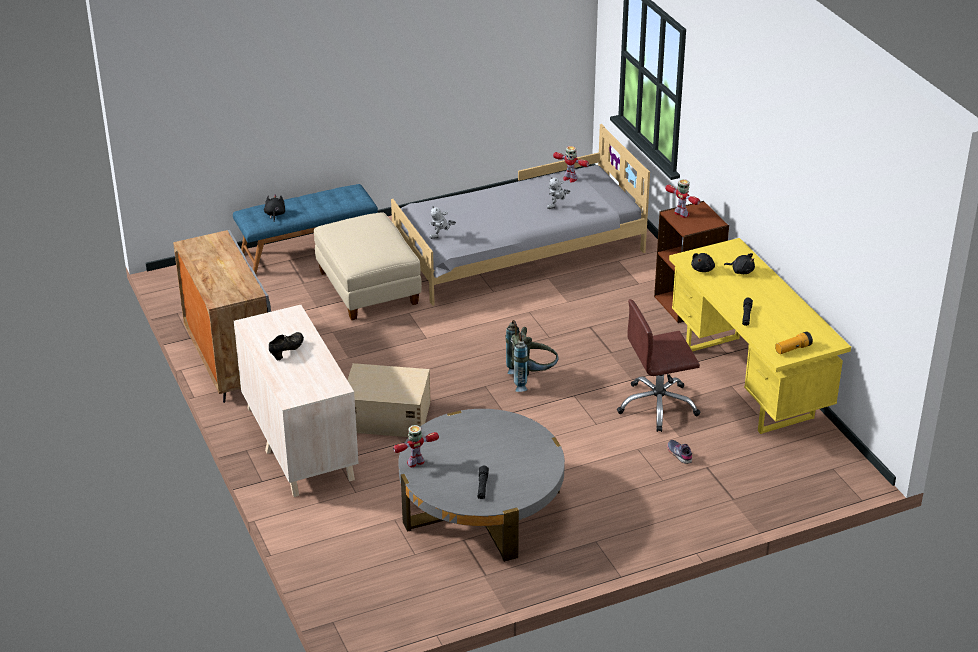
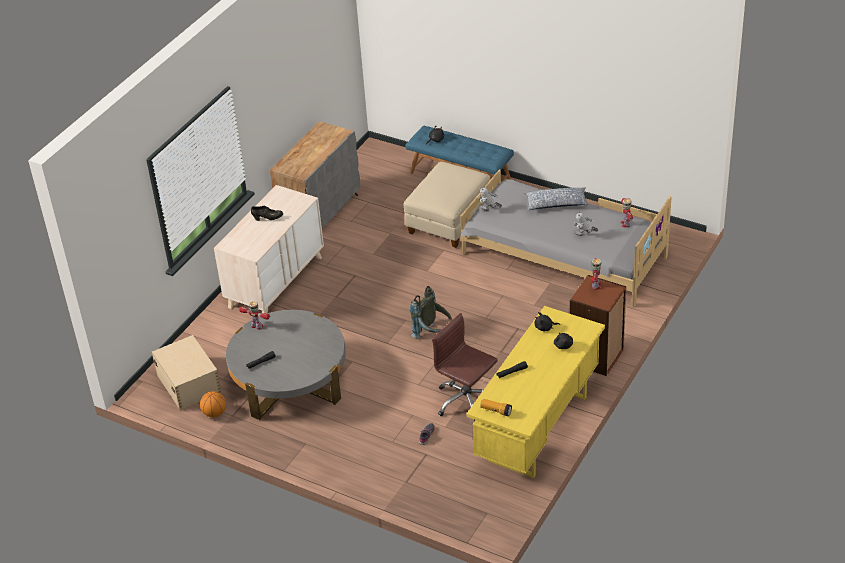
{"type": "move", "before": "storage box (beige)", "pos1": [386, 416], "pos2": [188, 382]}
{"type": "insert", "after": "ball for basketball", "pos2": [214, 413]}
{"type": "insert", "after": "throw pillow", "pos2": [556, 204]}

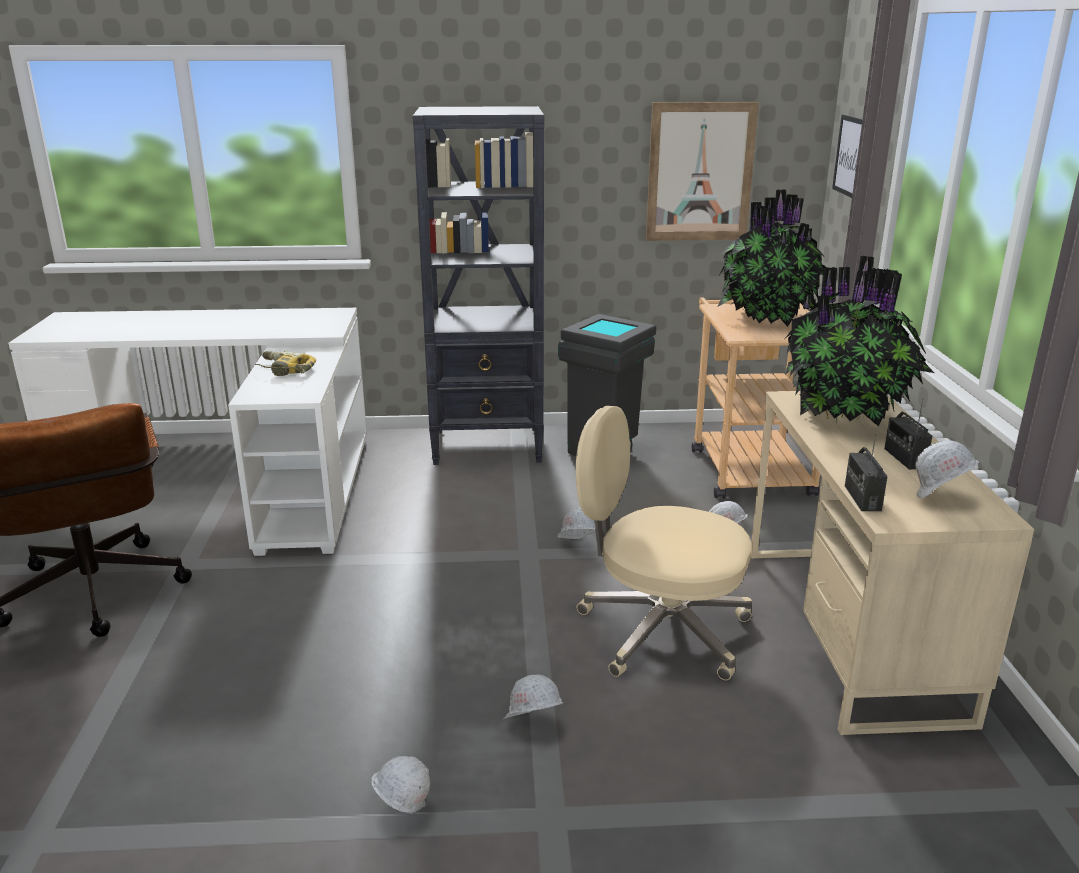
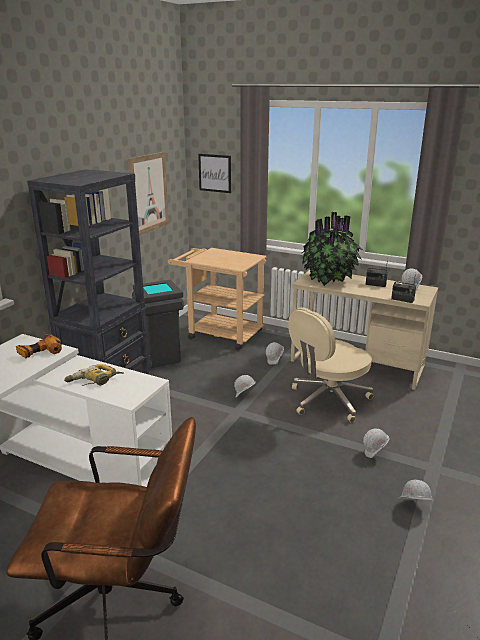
{"type": "insert", "after": "electric drill", "pos2": [39, 350]}
{"type": "delete", "before": "houseplant", "pos1": [767, 317]}

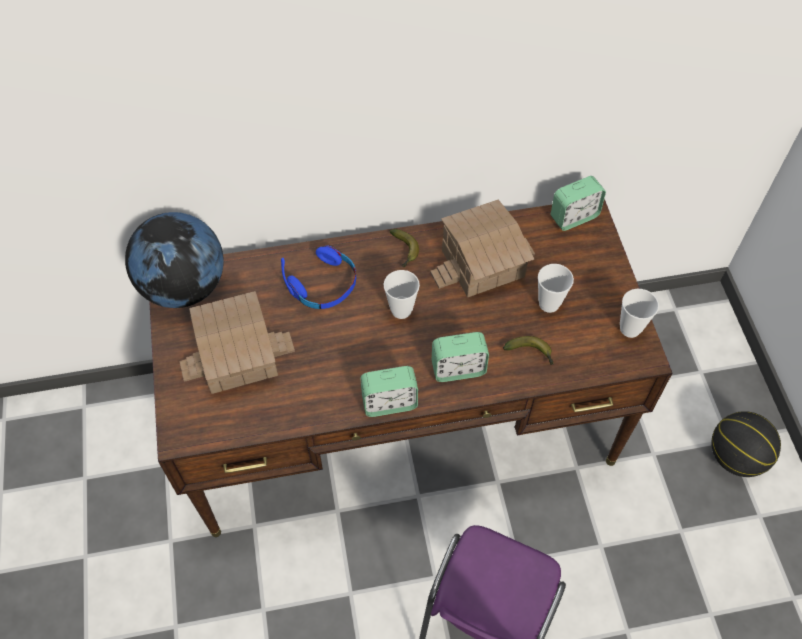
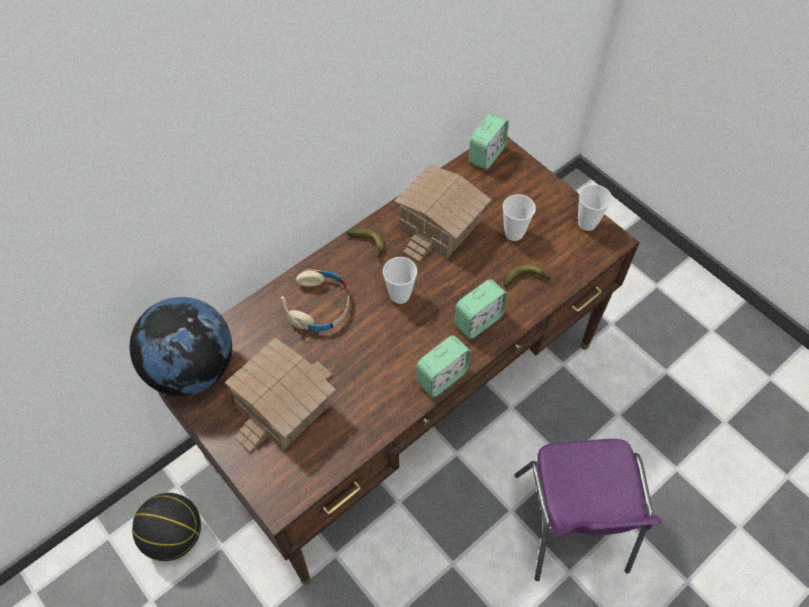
{"type": "move", "before": "ball for basketball", "pos1": [735, 457], "pos2": [174, 536]}
{"type": "recolor", "before": "pair of headphones (blue)", "after": "pair of headphones (beige)", "pos1": [324, 285], "pos2": [320, 306]}

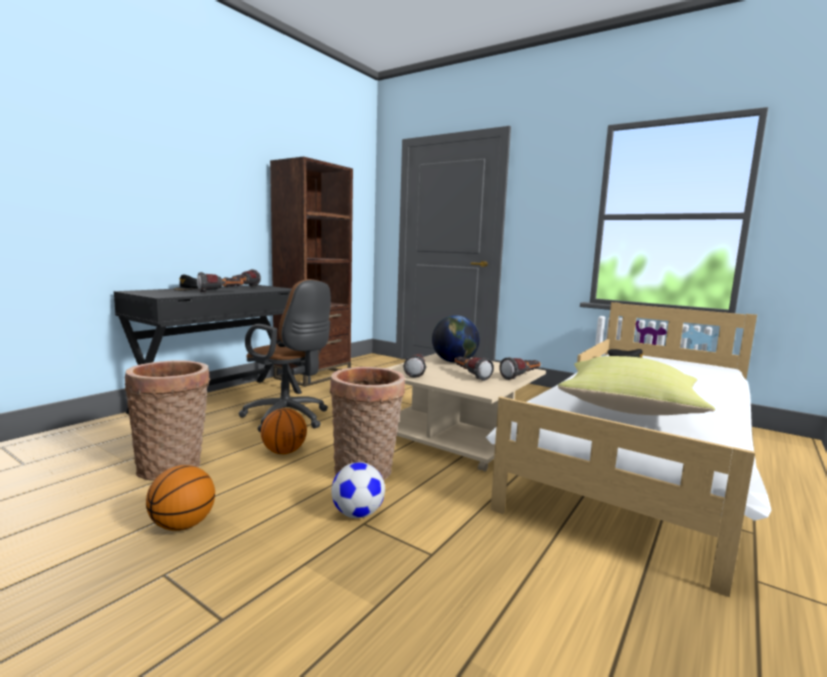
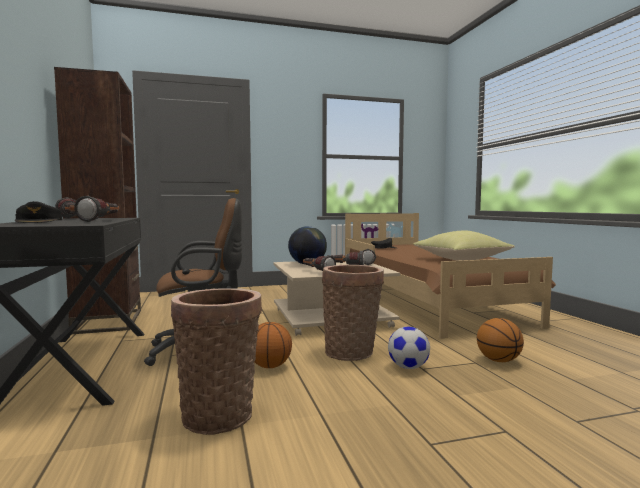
{"type": "recolor", "before": "bedroom bed (white)", "after": "bedroom bed (brown-coloured)", "pos1": [641, 463], "pos2": [426, 302]}
{"type": "move", "before": "ball for basketball", "pos1": [183, 525], "pos2": [498, 360]}

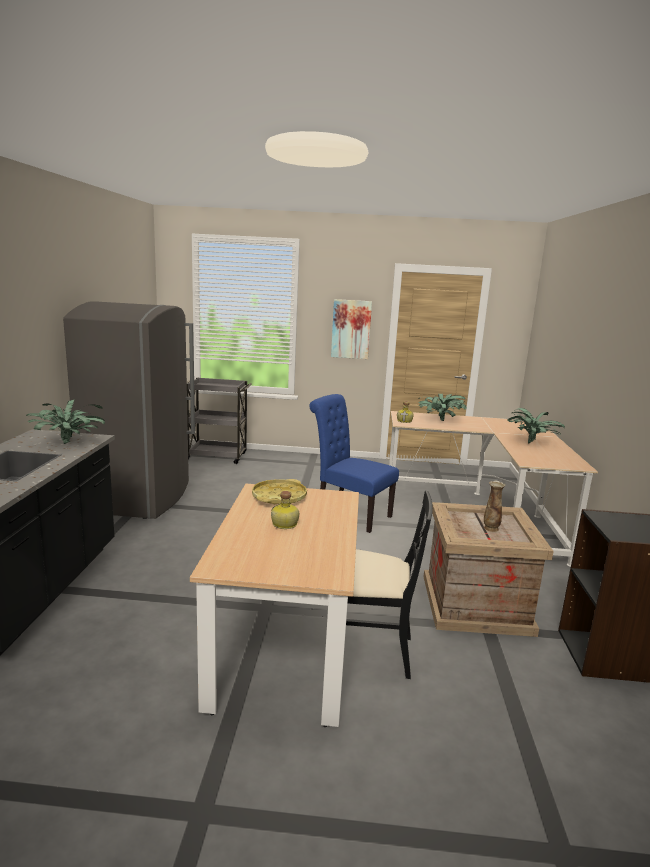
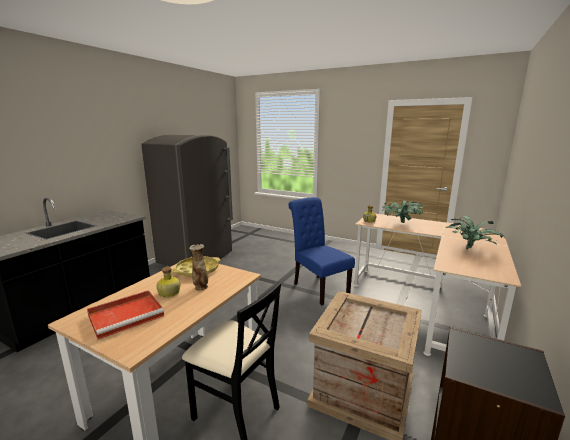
{"type": "insert", "after": "carrying tray (red-coloured)", "pos2": [127, 315]}
{"type": "move", "before": "vase", "pos1": [491, 528], "pos2": [200, 287]}
{"type": "delete", "before": "houseplant", "pos1": [69, 444]}
{"type": "delete", "before": "cart (grey)", "pos1": [217, 457]}
{"type": "delete", "before": "wall picture", "pos1": [351, 329]}

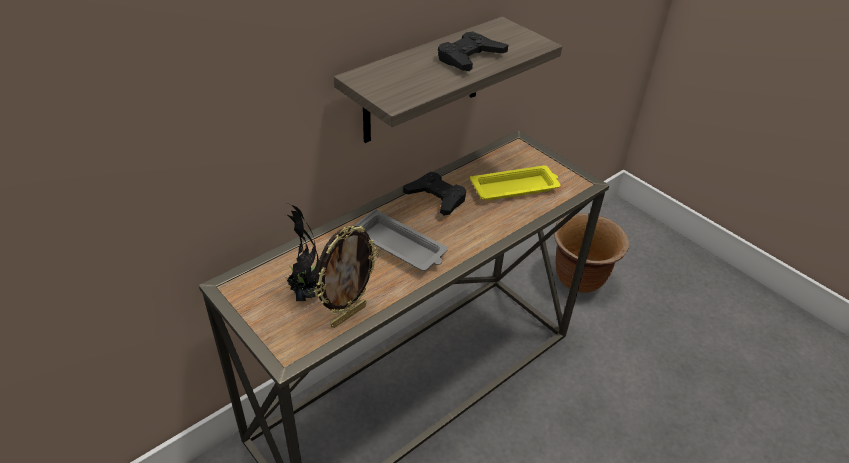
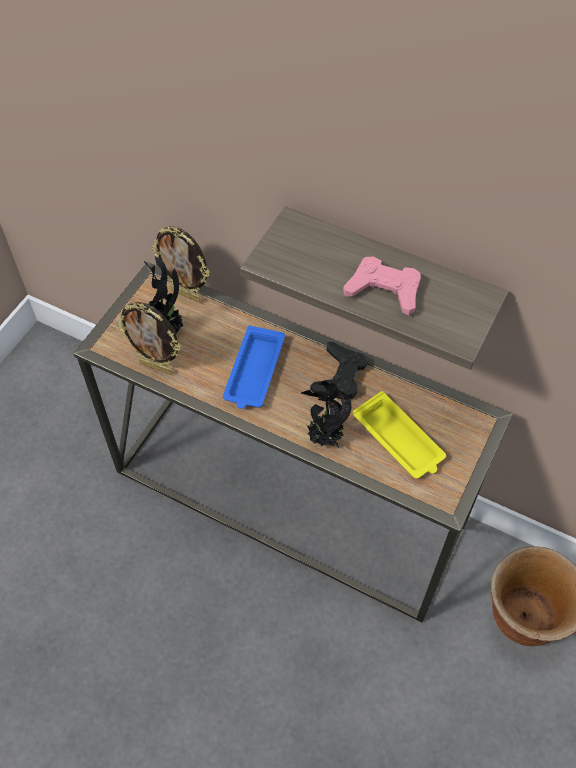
{"type": "insert", "after": "photo frame", "pos2": [186, 294]}
{"type": "recolor", "before": "carrying tray (grey)", "after": "carrying tray (blue)", "pos1": [400, 246], "pos2": [254, 372]}
{"type": "insert", "after": "houseplant", "pos2": [323, 439]}
{"type": "recolor", "before": "joypad (black-coloured)", "after": "joypad (pink-coloured)", "pos1": [469, 58], "pos2": [384, 290]}

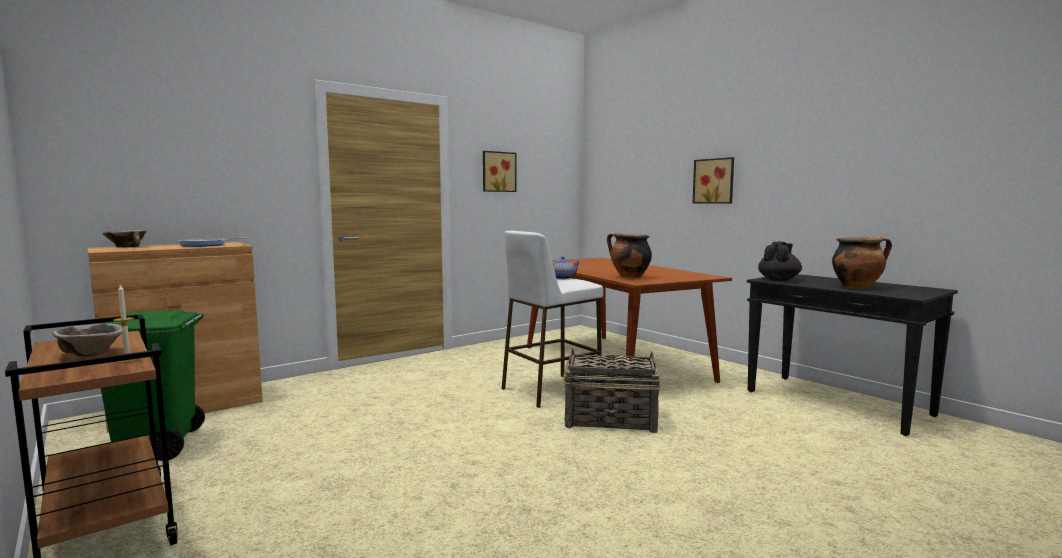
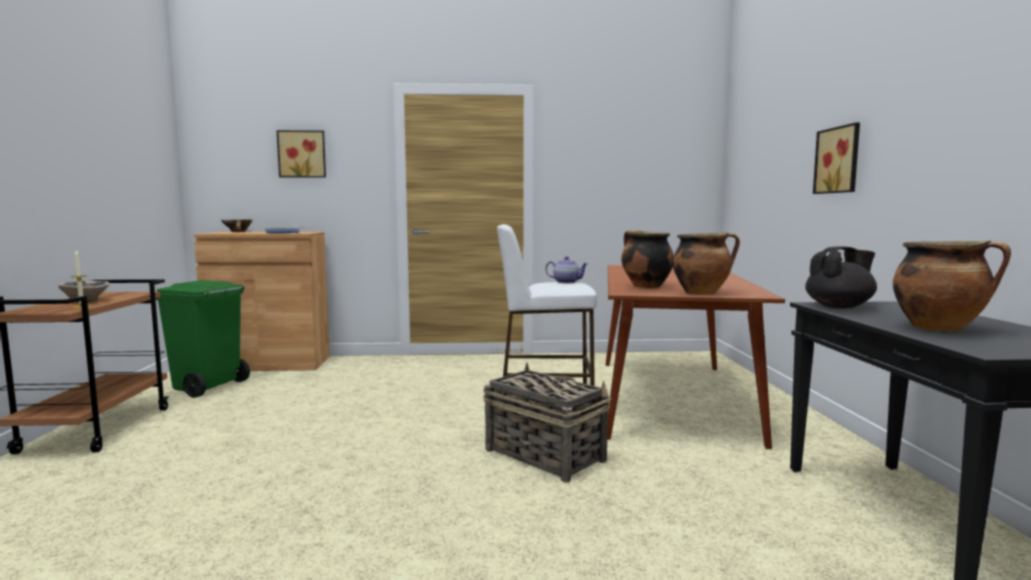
{"type": "move", "before": "wall picture", "pos1": [498, 172], "pos2": [302, 154]}
{"type": "insert", "after": "stockpot", "pos2": [702, 293]}

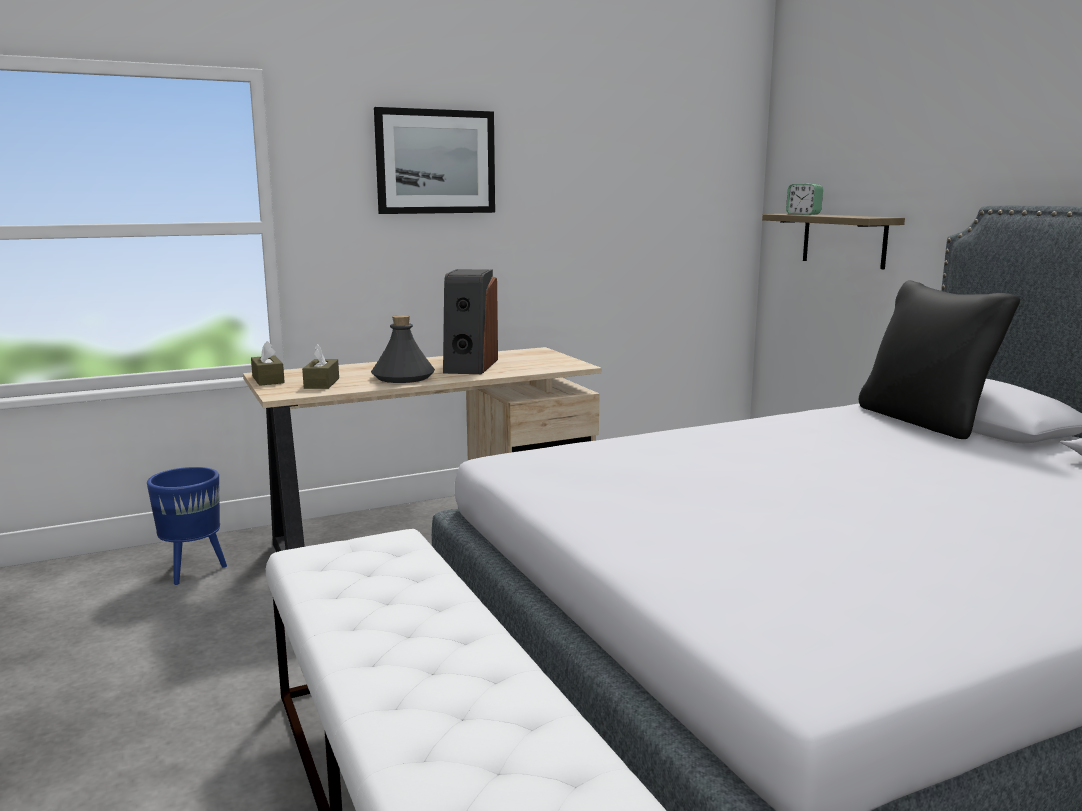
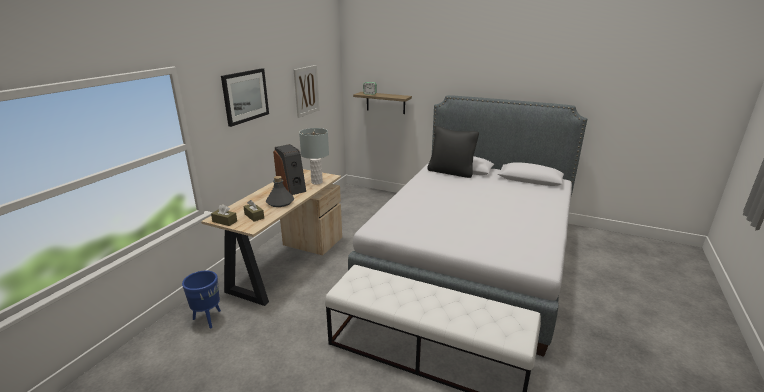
{"type": "insert", "after": "wall picture", "pos2": [306, 90]}
{"type": "insert", "after": "lamp for a table (grey)", "pos2": [317, 182]}

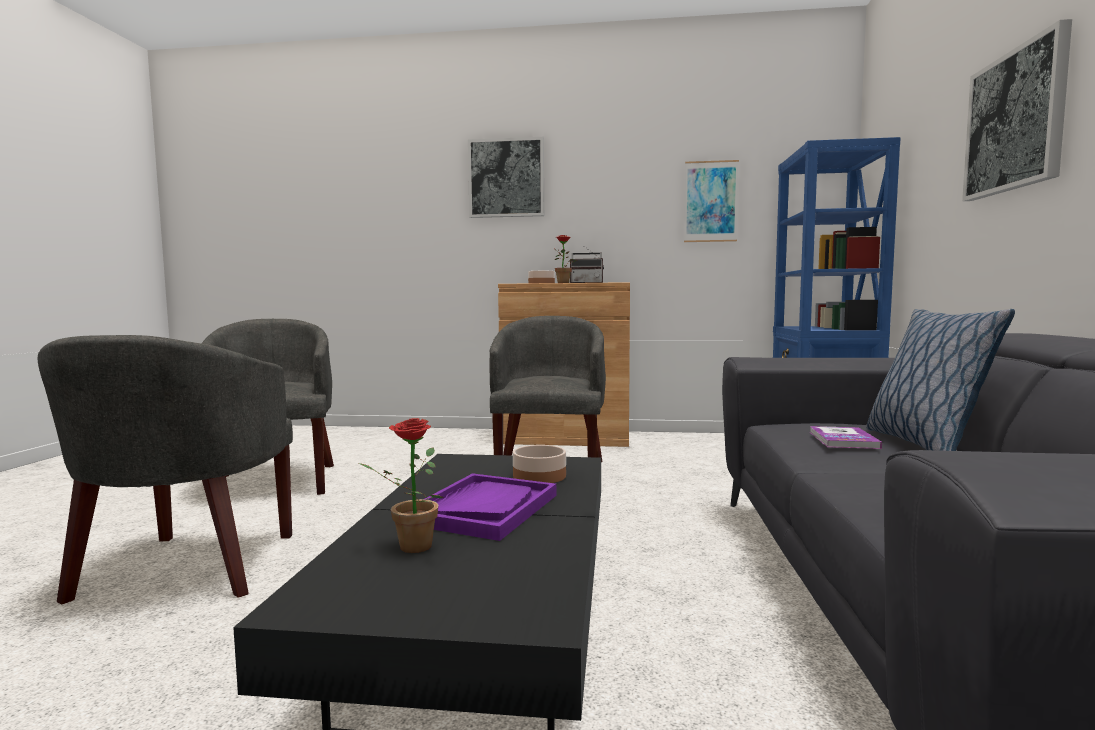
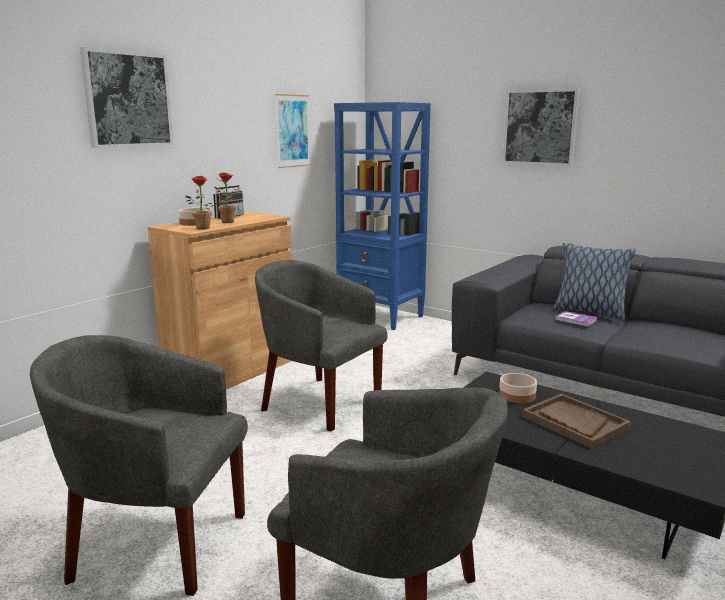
{"type": "move", "before": "houseplant", "pos1": [408, 547], "pos2": [202, 228]}
{"type": "recolor", "before": "carrying tray (purple-coloured)", "after": "carrying tray (brown-coloured)", "pos1": [484, 508], "pos2": [574, 422]}

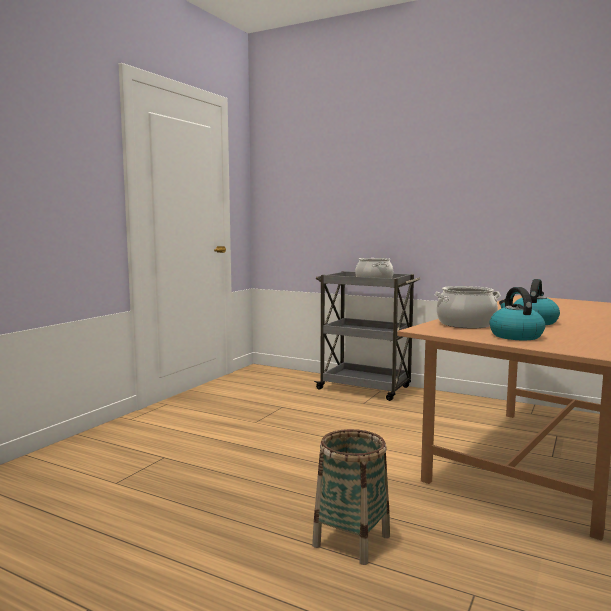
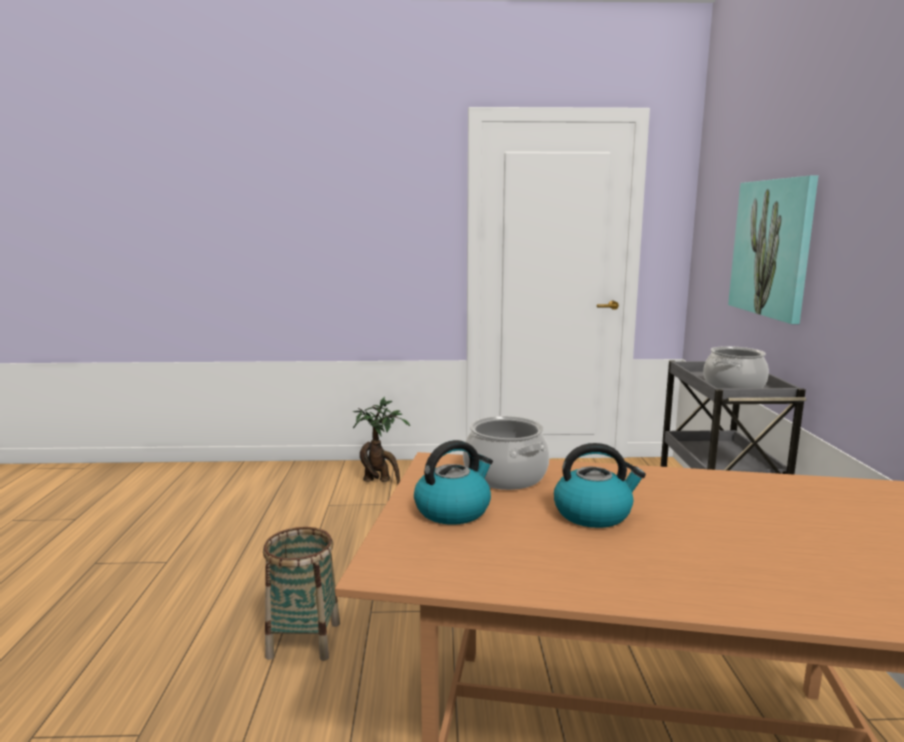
{"type": "insert", "after": "houseplant", "pos2": [380, 481]}
{"type": "insert", "after": "wall picture", "pos2": [771, 248]}

